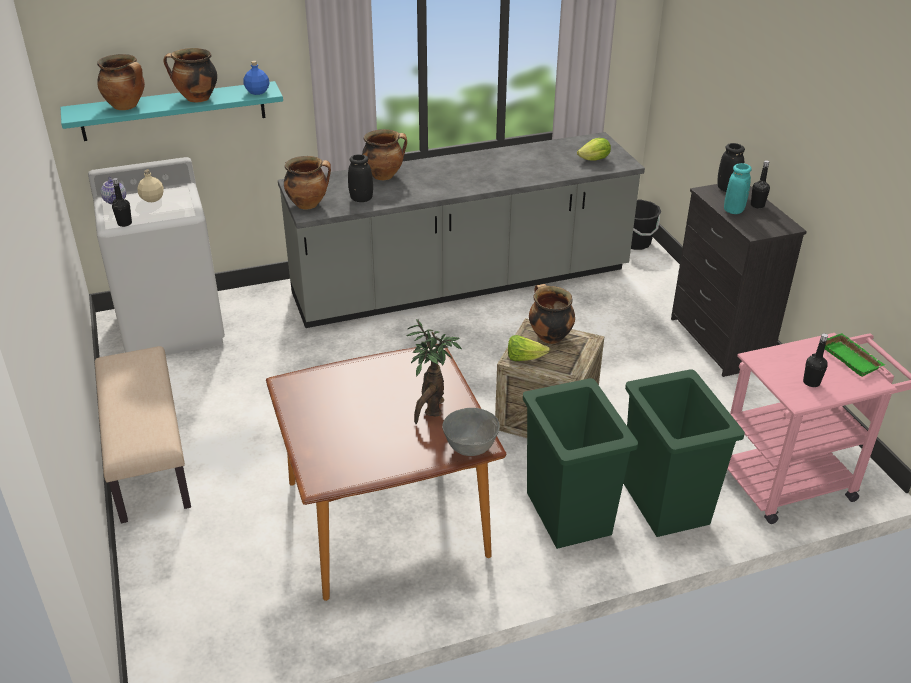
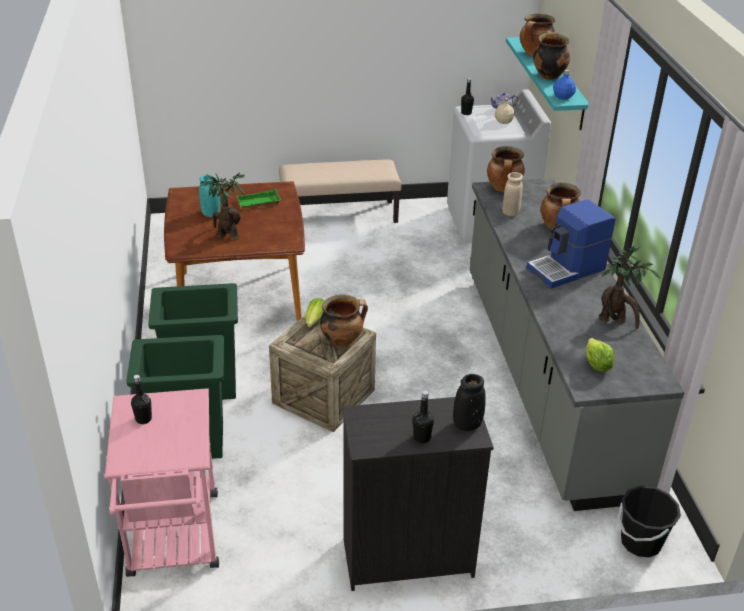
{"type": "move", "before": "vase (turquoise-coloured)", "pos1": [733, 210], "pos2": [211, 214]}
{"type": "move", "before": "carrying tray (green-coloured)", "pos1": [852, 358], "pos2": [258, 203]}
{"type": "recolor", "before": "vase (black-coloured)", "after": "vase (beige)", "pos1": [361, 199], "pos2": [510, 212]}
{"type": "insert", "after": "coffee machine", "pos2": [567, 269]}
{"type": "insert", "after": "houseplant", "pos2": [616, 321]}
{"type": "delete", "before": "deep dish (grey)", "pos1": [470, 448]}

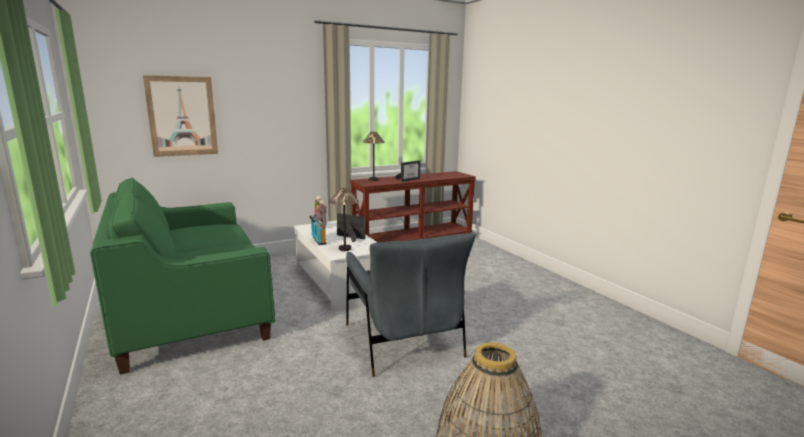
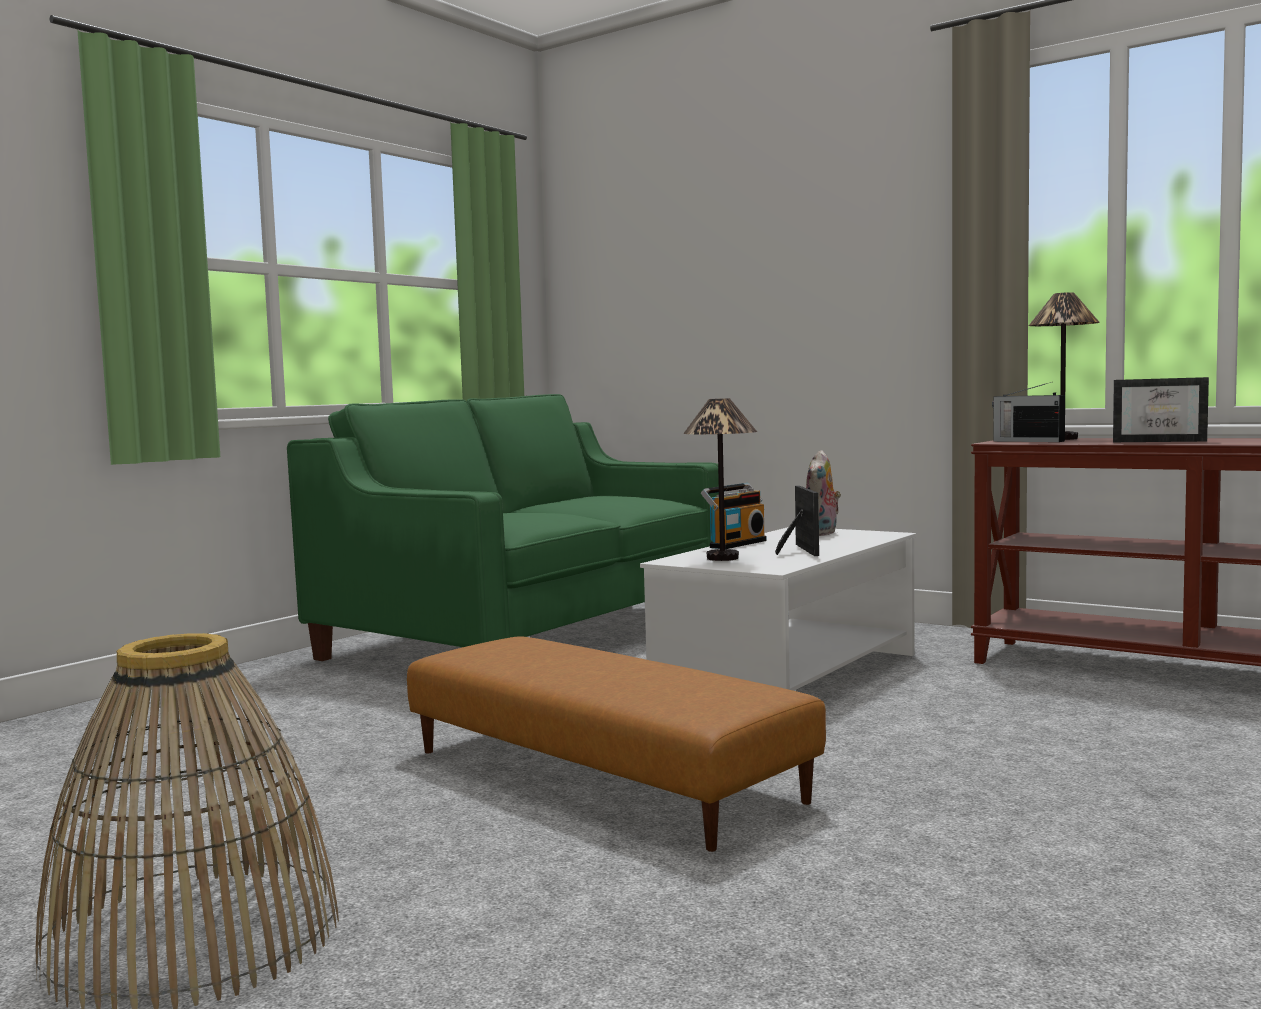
{"type": "replace", "before": "armchair (grey)", "after": "pouffe (brown-coloured)", "pos1": [403, 341], "pos2": [600, 776]}
{"type": "insert", "after": "radio", "pos2": [1027, 441]}
{"type": "delete", "before": "wall picture", "pos1": [182, 116]}

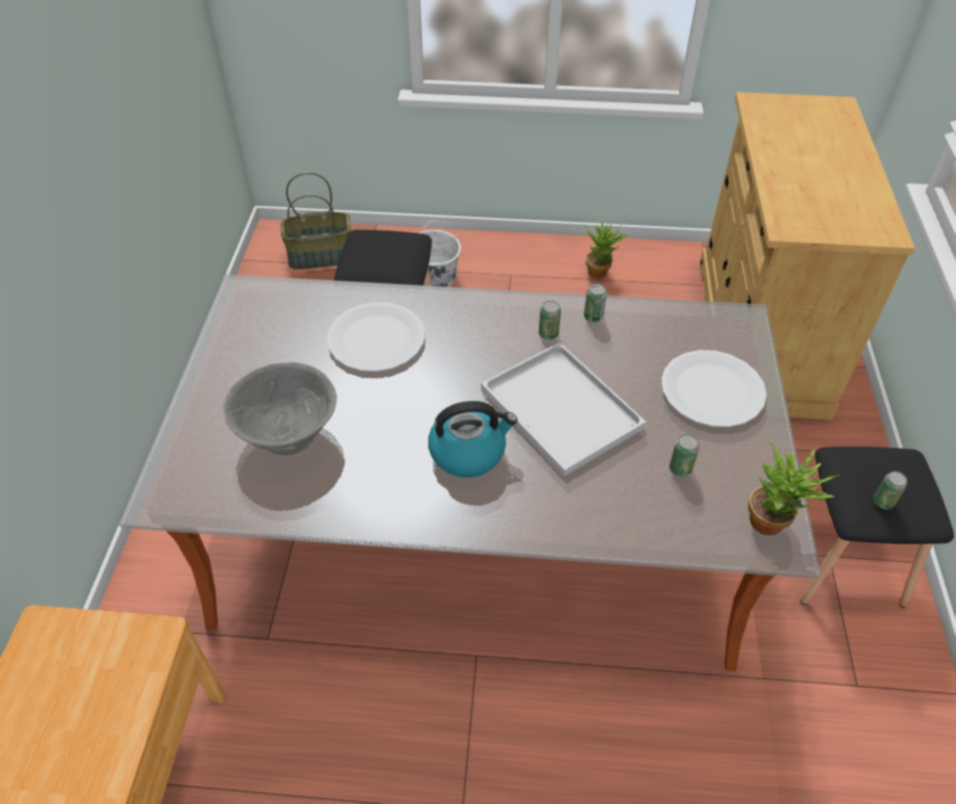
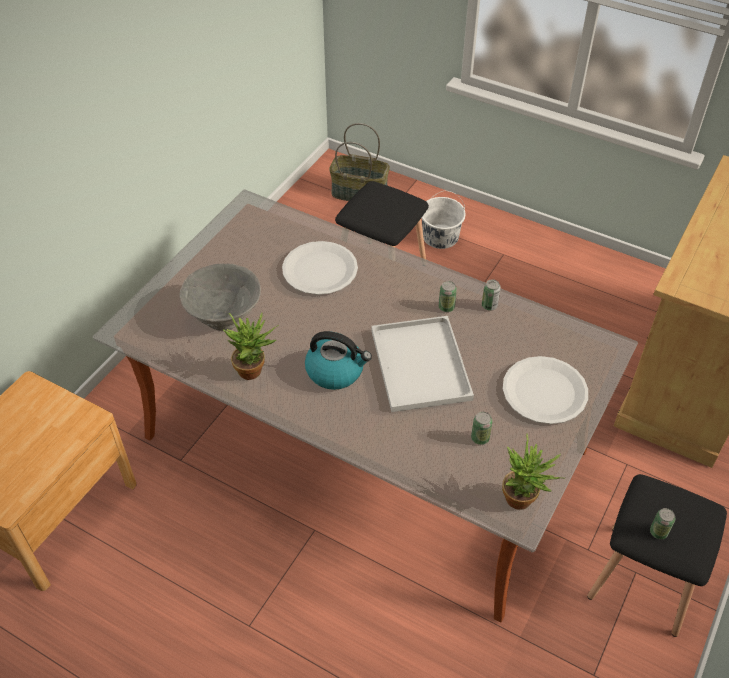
{"type": "move", "before": "houseplant", "pos1": [600, 271], "pos2": [255, 370]}

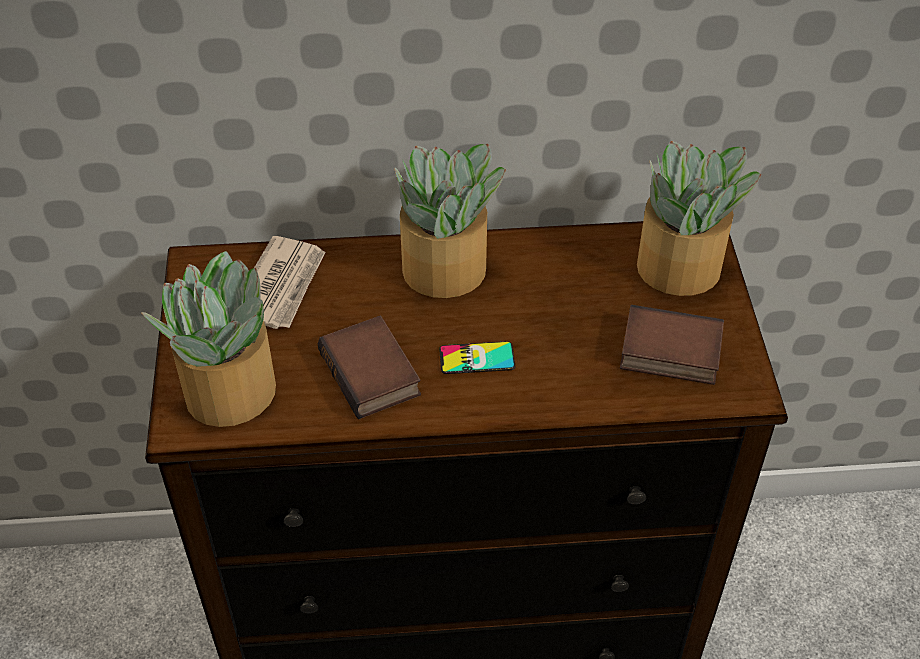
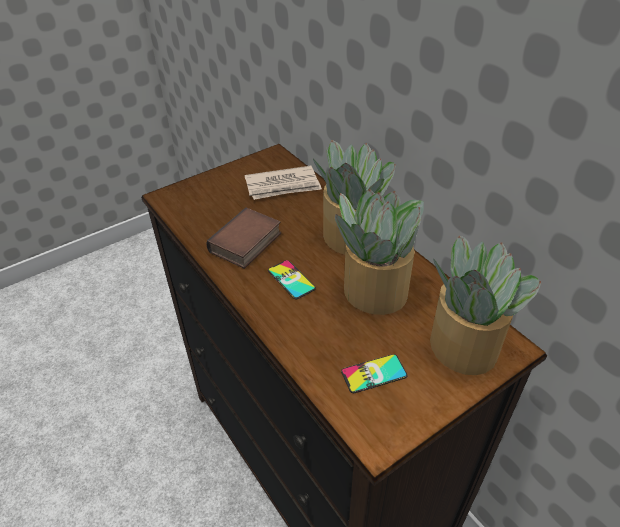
{"type": "move", "before": "houseplant", "pos1": [228, 393], "pos2": [374, 291]}
{"type": "replace", "before": "book", "after": "telephone", "pos1": [668, 353], "pos2": [374, 374]}

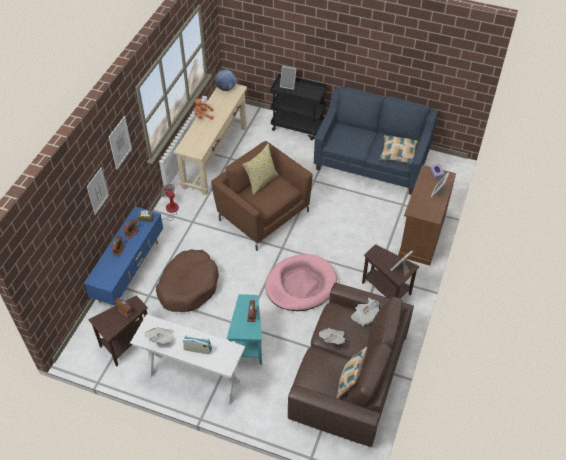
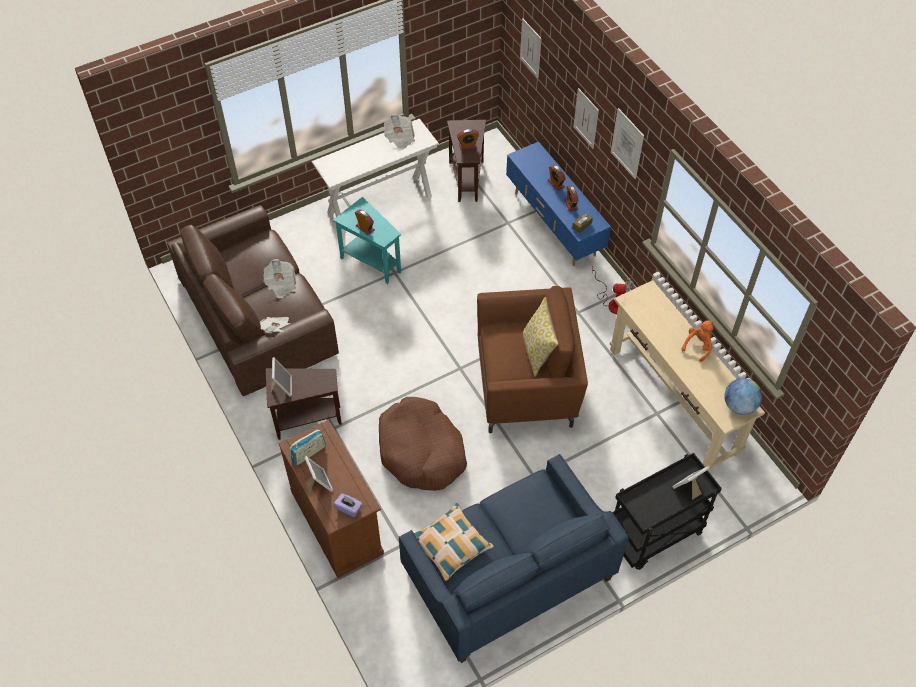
{"type": "move", "before": "radio", "pos1": [198, 349], "pos2": [309, 453]}
{"type": "move", "before": "dog bed (brown-coloured)", "pos1": [188, 286], "pos2": [421, 451]}
{"type": "insert", "after": "wall picture", "pos2": [530, 48]}
{"type": "delete", "before": "dog bed (pink-coloured)", "pos1": [300, 285]}
{"type": "delete", "before": "throw pillow", "pos1": [349, 382]}

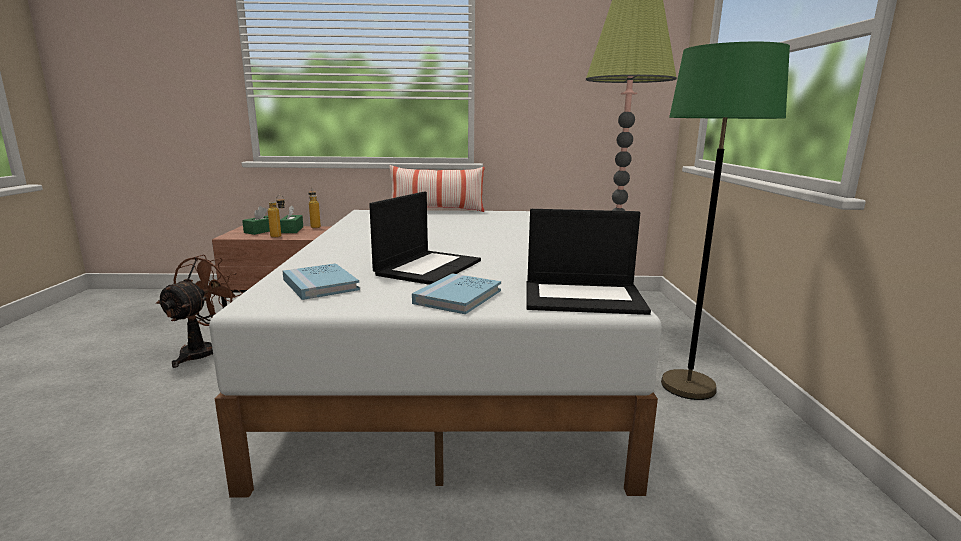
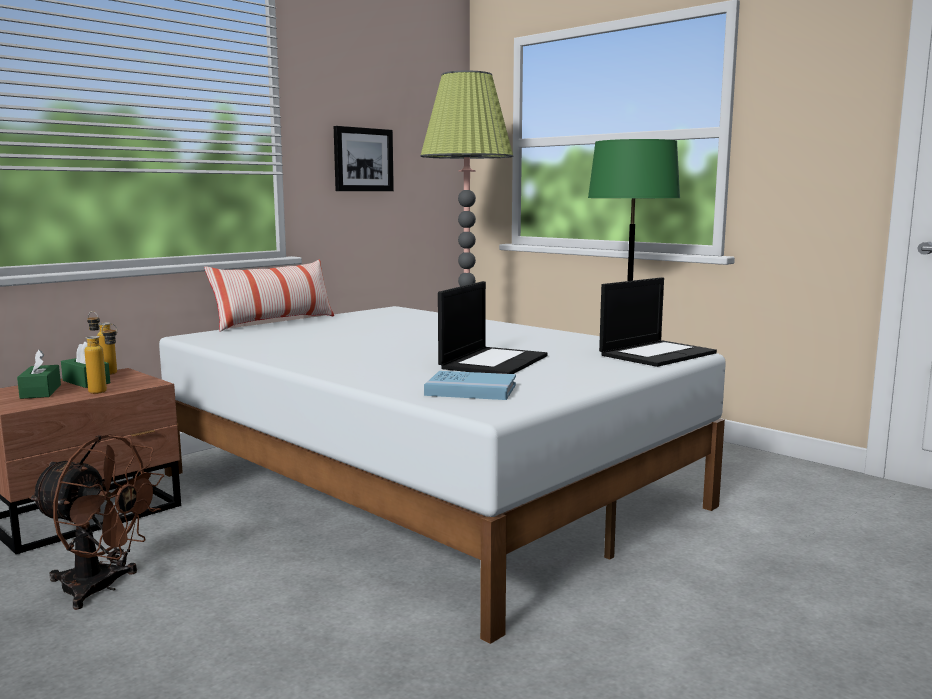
{"type": "rotate", "before": "electric fan (brown-coloured)", "pos1": [205, 351], "pos2": [101, 588], "turn": 135}
{"type": "insert", "after": "wall picture", "pos2": [363, 159]}
{"type": "rotate", "before": "portable computer", "pos1": [428, 267], "pos2": [493, 362], "turn": 45}
{"type": "delete", "before": "book (blue)", "pos1": [458, 297]}

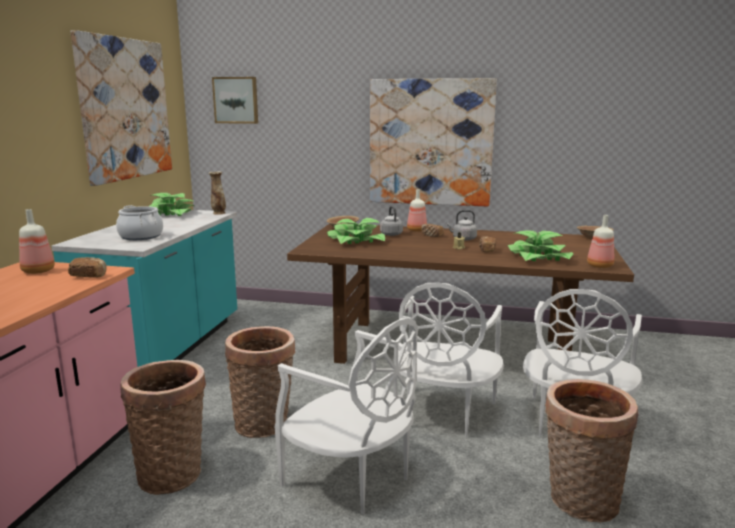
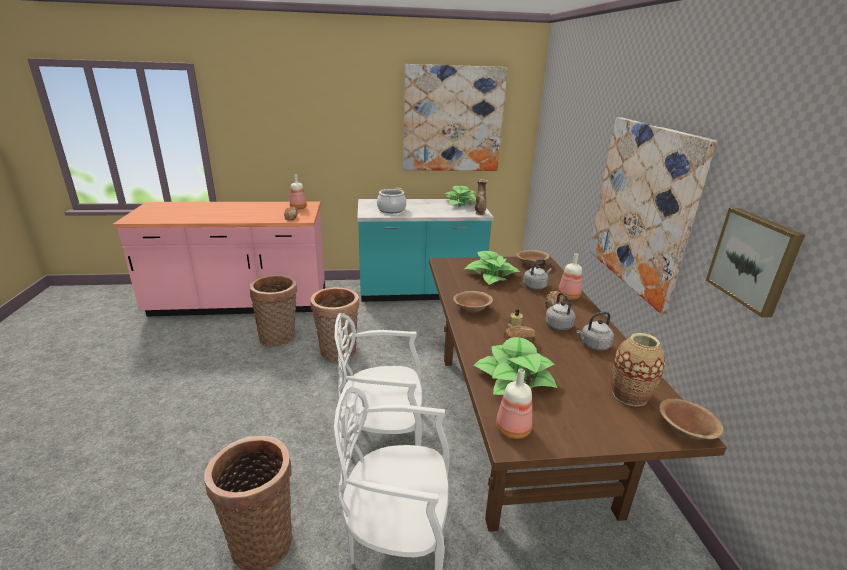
{"type": "insert", "after": "deep dish (brown-coloured)", "pos2": [472, 309]}
{"type": "insert", "after": "kettle (grey)", "pos2": [593, 345]}
{"type": "insert", "after": "vase", "pos2": [629, 395]}
{"type": "move", "before": "wall picture", "pos1": [236, 100], "pos2": [754, 260]}
{"type": "delete", "before": "chair (white)", "pos1": [352, 478]}

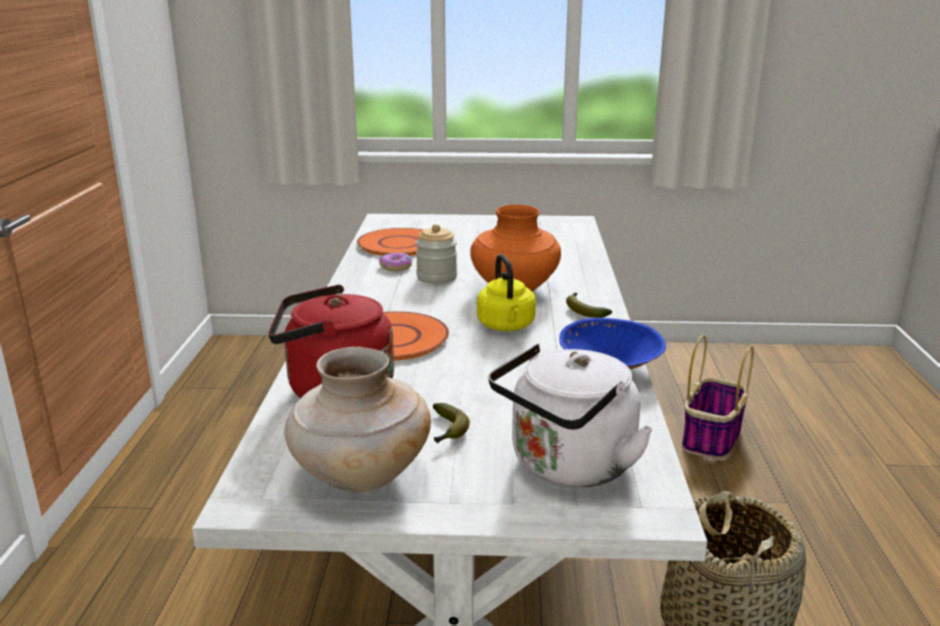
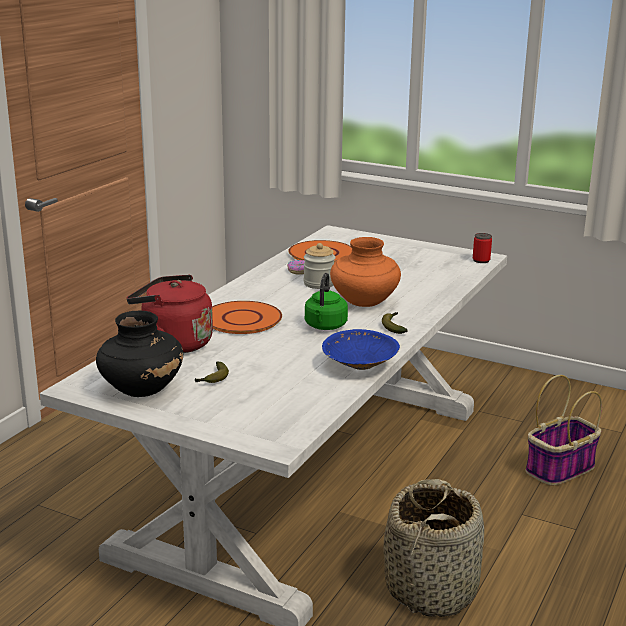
{"type": "recolor", "before": "vase (beige)", "after": "vase (black-coloured)", "pos1": [360, 476], "pos2": [141, 389]}
{"type": "recolor", "before": "kettle (yellowish)", "after": "kettle (green-coloured)", "pos1": [506, 326], "pos2": [325, 326]}
{"type": "insert", "after": "can", "pos2": [481, 260]}
{"type": "delete", "before": "kettle (white)", "pos1": [567, 467]}

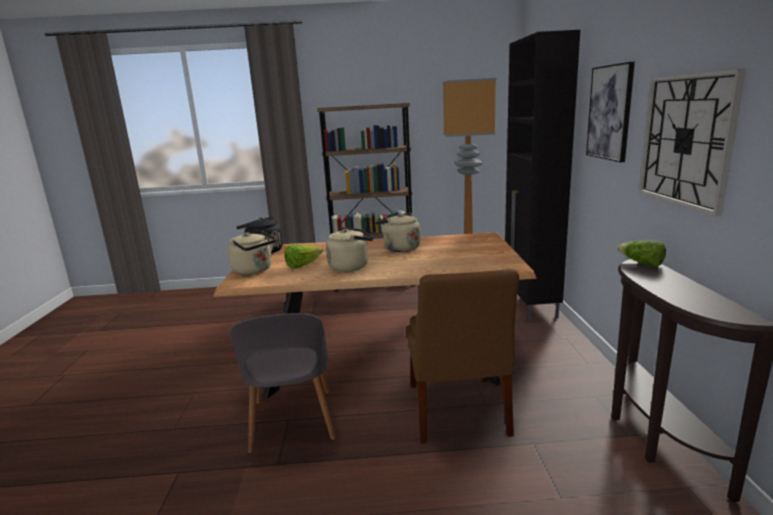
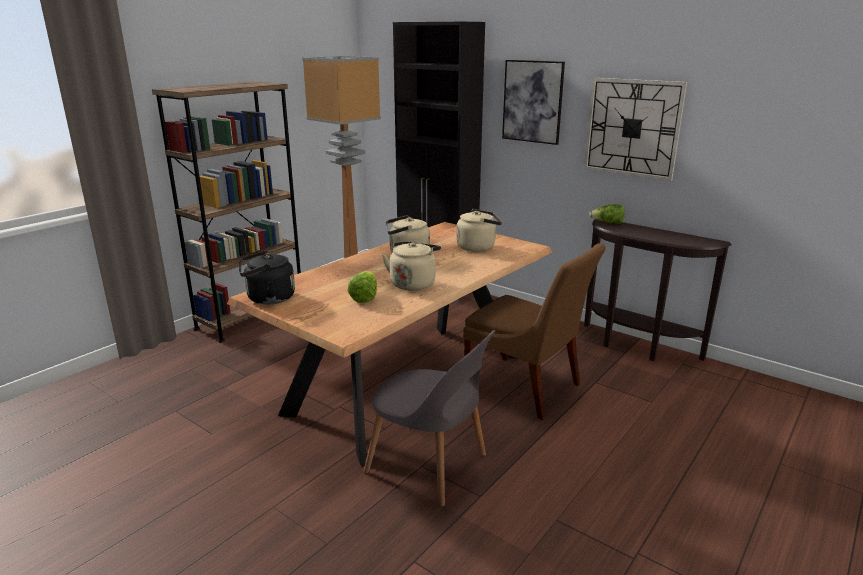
{"type": "move", "before": "kettle (beige)", "pos1": [254, 270], "pos2": [478, 247]}

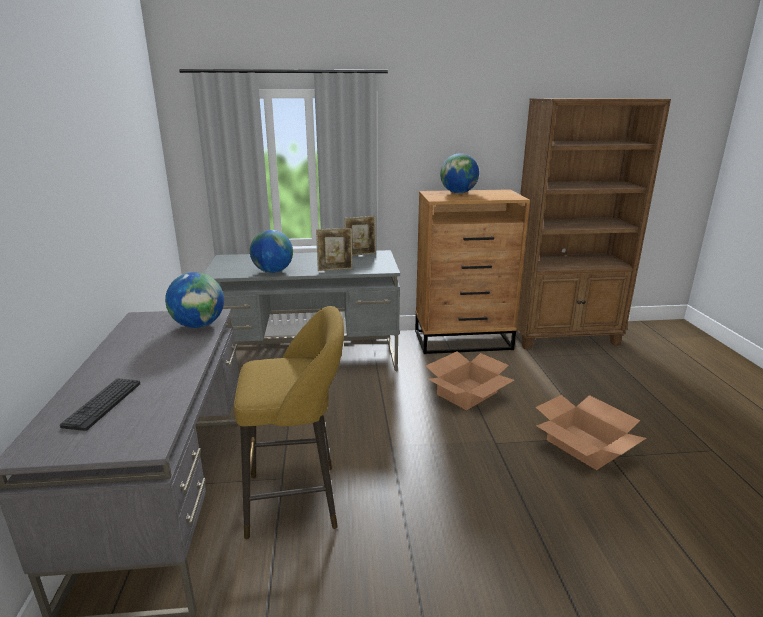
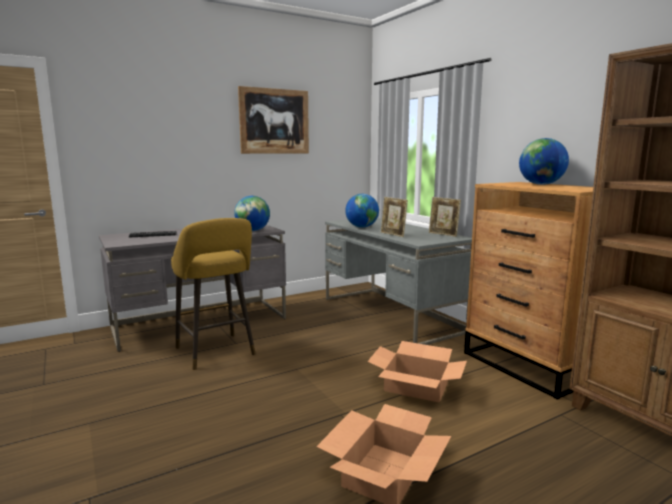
{"type": "insert", "after": "wall picture", "pos2": [274, 121]}

